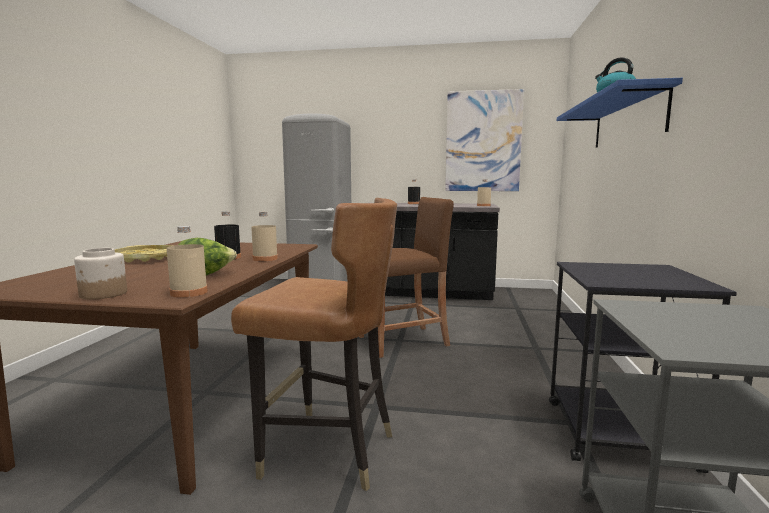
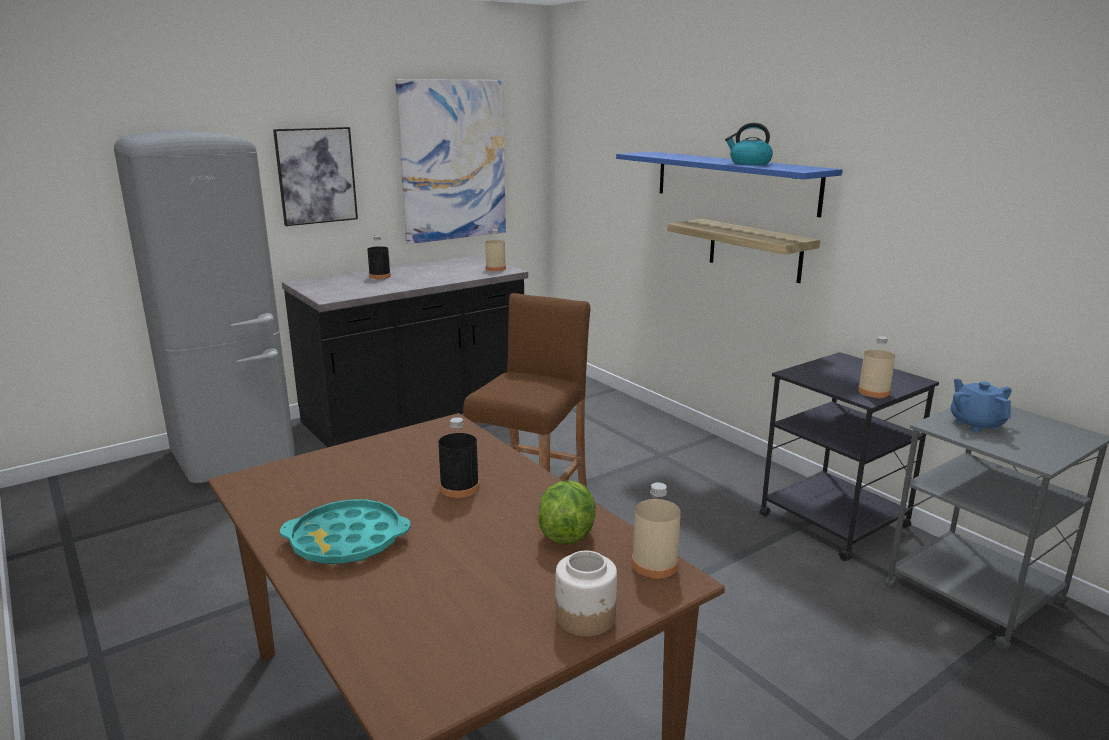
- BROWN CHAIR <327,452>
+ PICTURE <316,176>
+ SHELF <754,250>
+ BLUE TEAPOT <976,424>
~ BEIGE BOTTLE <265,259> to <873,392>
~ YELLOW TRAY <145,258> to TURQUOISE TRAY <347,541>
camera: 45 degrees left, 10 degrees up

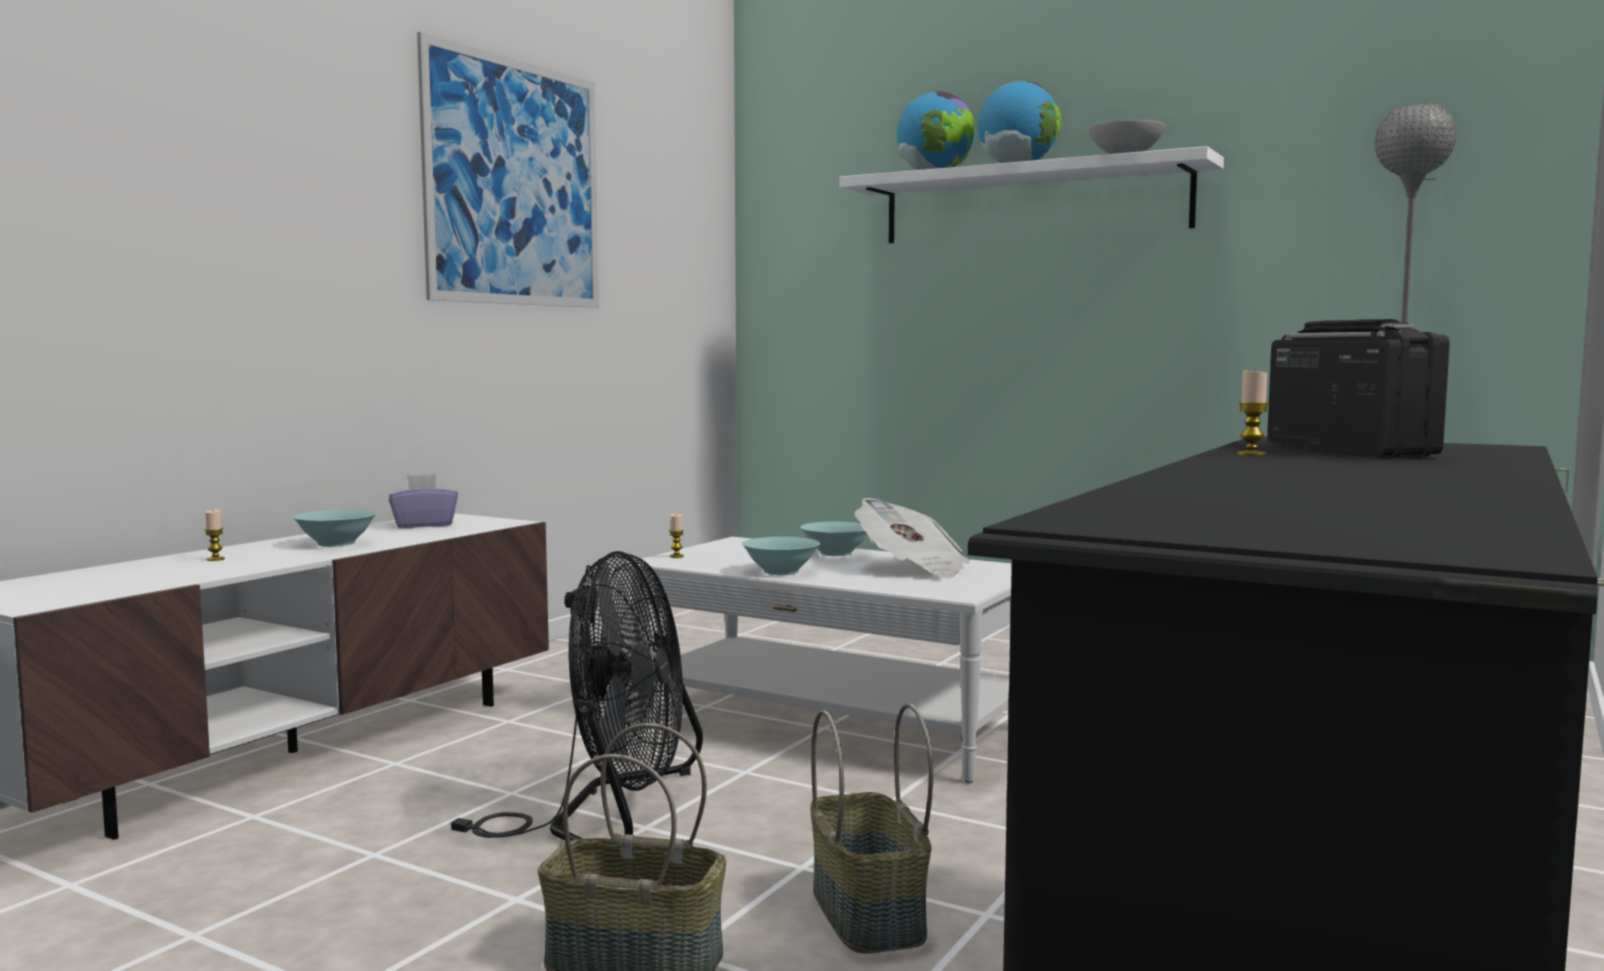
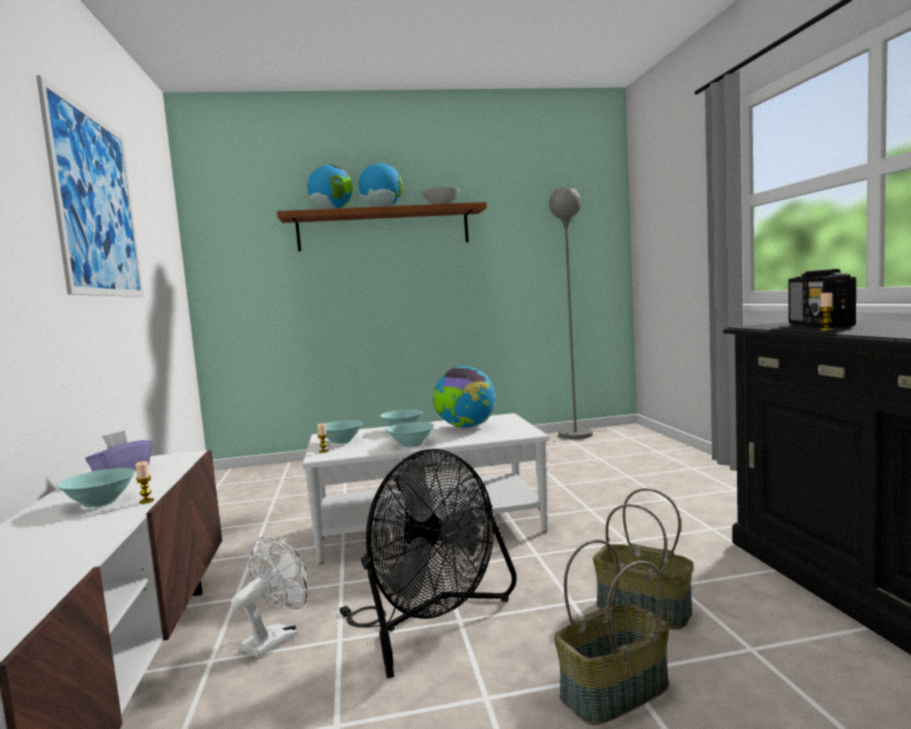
+ WHITE FAN <276,638>
+ TURQUOISE BOWL <341,441>
~ CANDLE <215,559> to <146,501>
~ NEWSPAPER <912,569> to GLOBE <466,427>
~ WHITE SHELF <1032,204> to BROWN SHELF <384,229>
~ BLACK FAN <604,816> = <425,625> 75 degrees clockwise
~ RADIO <1347,450> = <820,325> 120 degrees counterclockwise
camera: 40 degrees left, 0 degrees up

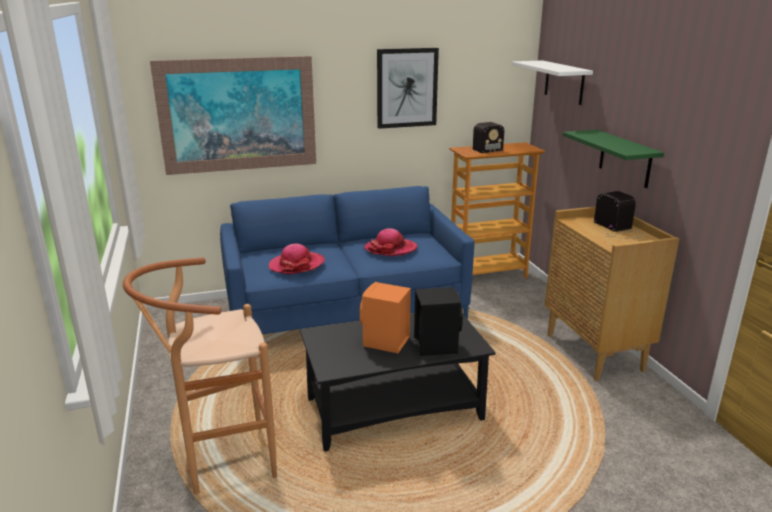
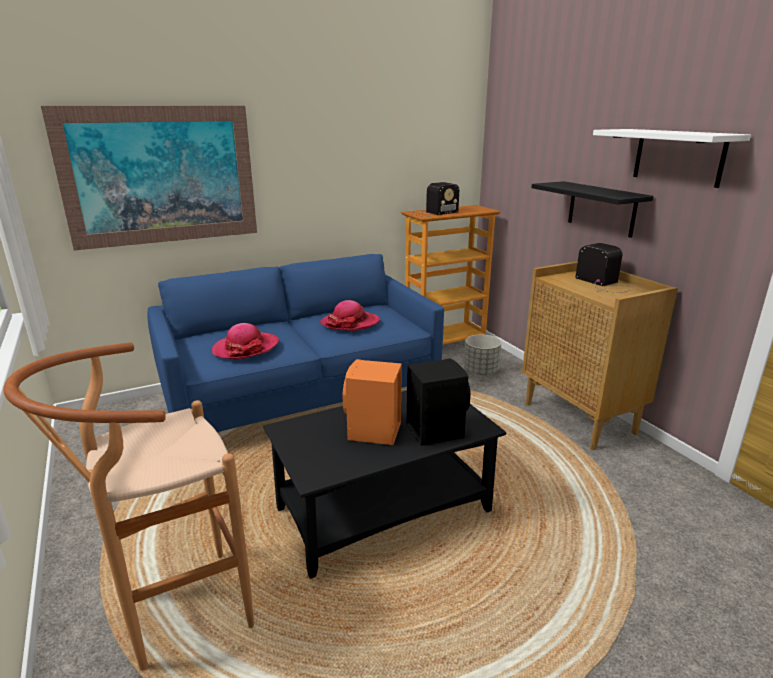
- PICTURE <407,88>
+ GREY PLANTER <481,371>
~ WHITE SHELF <564,82> to <678,157>
~ GREEN SHELF <625,158> to BLACK SHELF <601,208>
camera: 10 degrees left, 0 degrees up

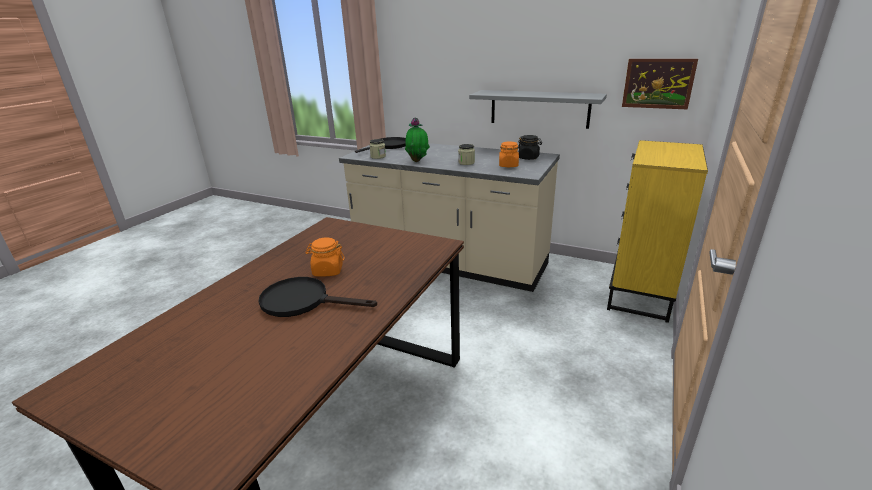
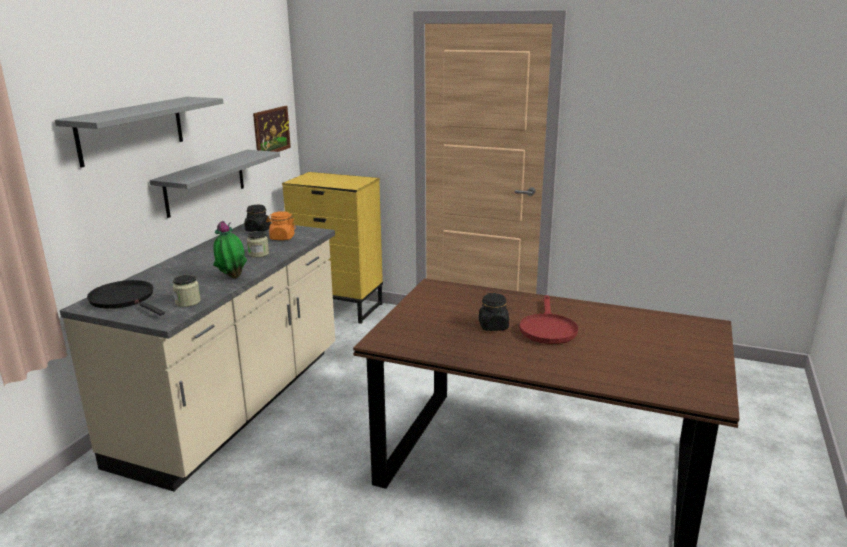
+ GREY SHELF <131,130>
~ BLACK FRYING PAN <304,301> to RED FRYING PAN <547,328>
~ ORANGE JAR <327,271> to BLACK JAR <493,326>
camera: 95 degrees left, 5 degrees down

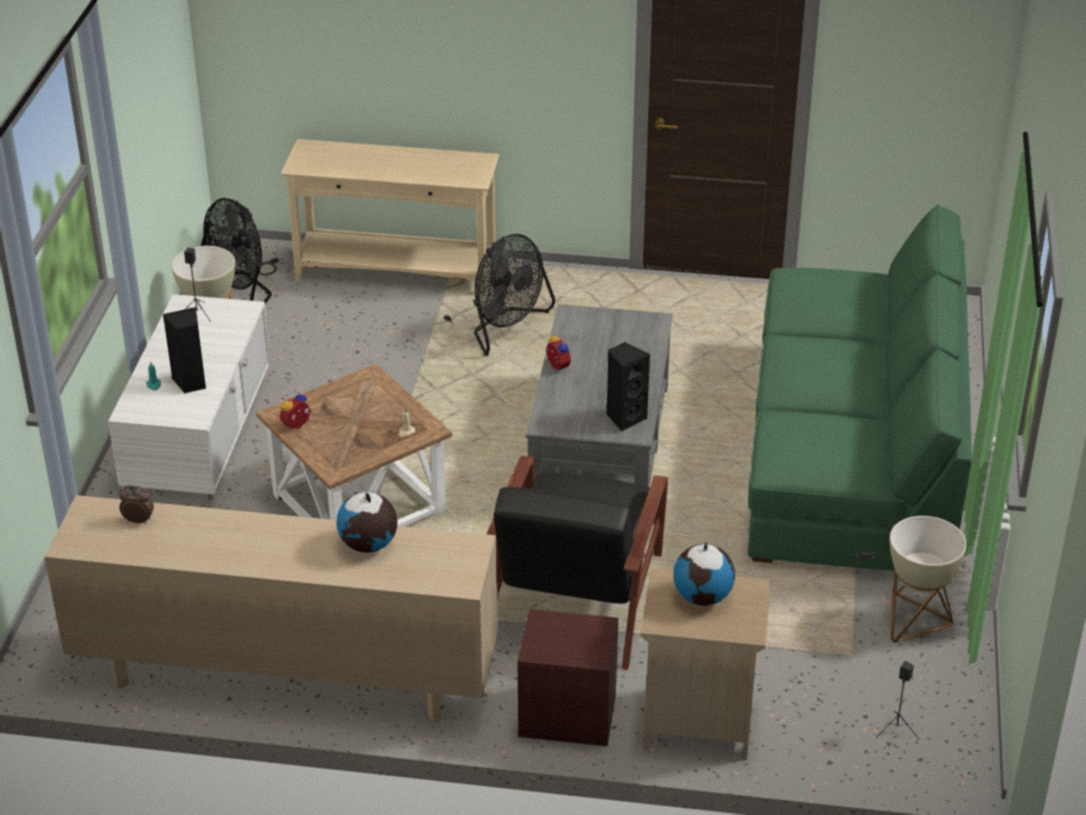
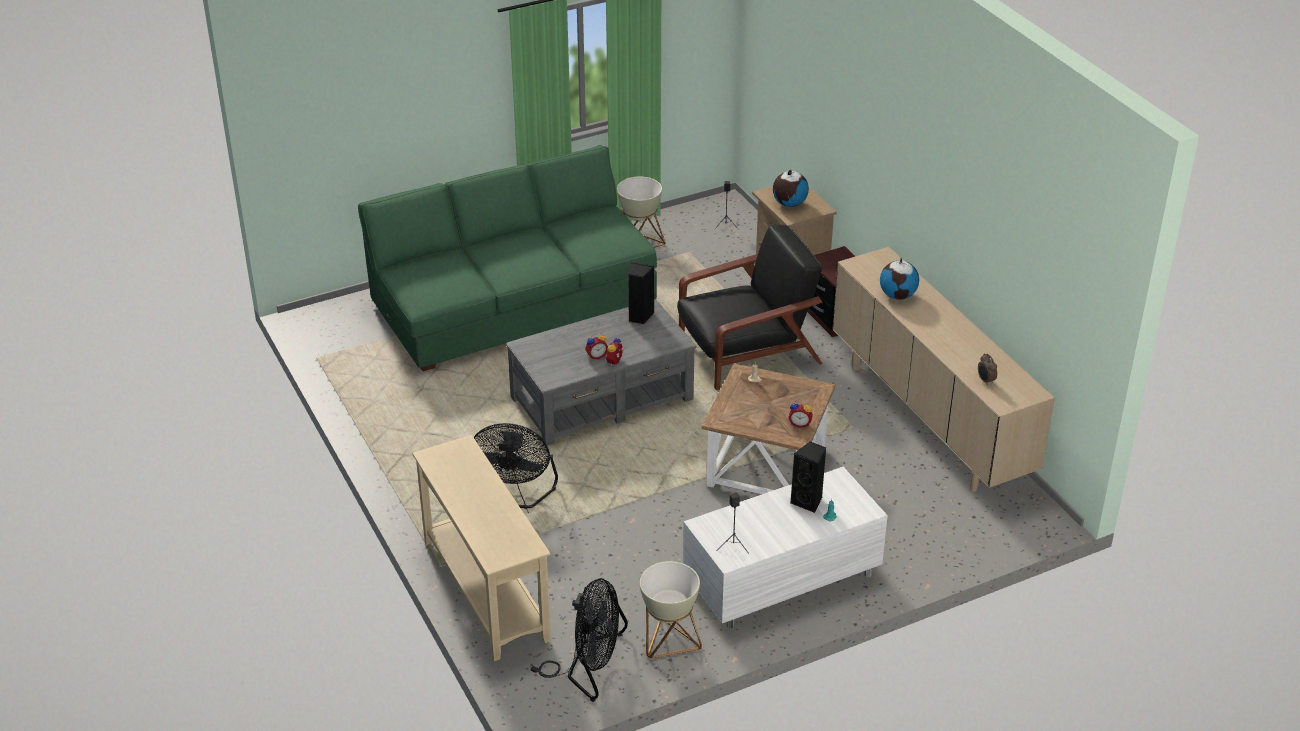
+ ALARM CLOCK <596,356>
camera: 125 degrees left, 0 degrees up

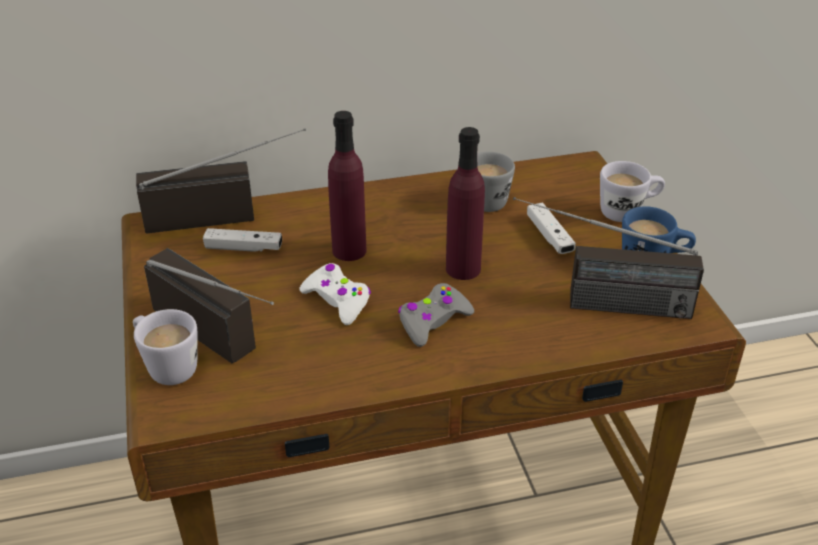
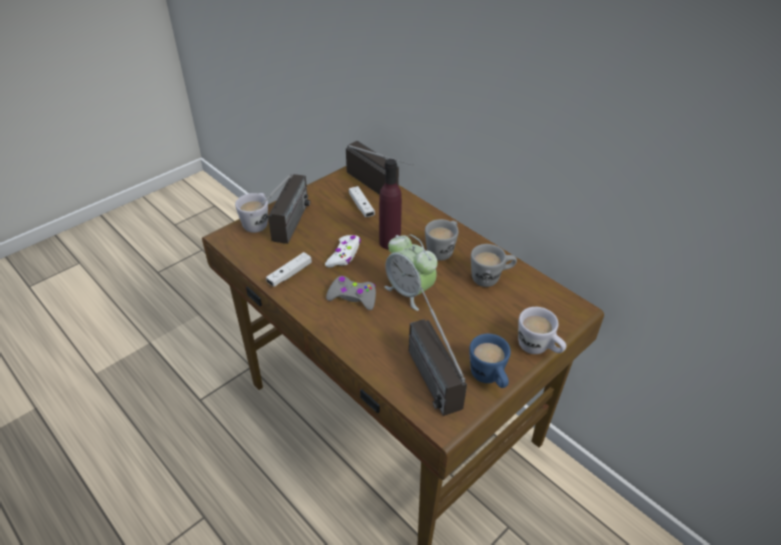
+ GREY MUG <442,250>
~ WHITE GAME CONTROLLER <549,236> to <290,274>
~ PURPLE BOTTLE <463,269> to ALARM CLOCK <409,292>
camera: 60 degrees right, 5 degrees up

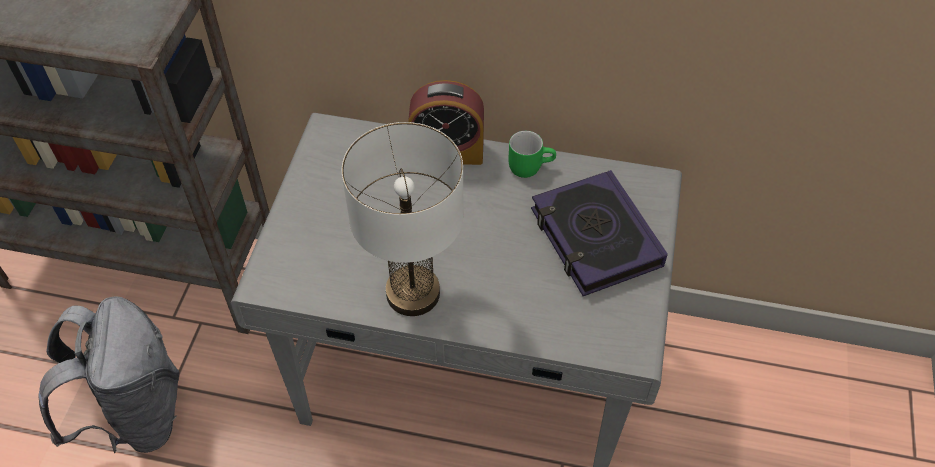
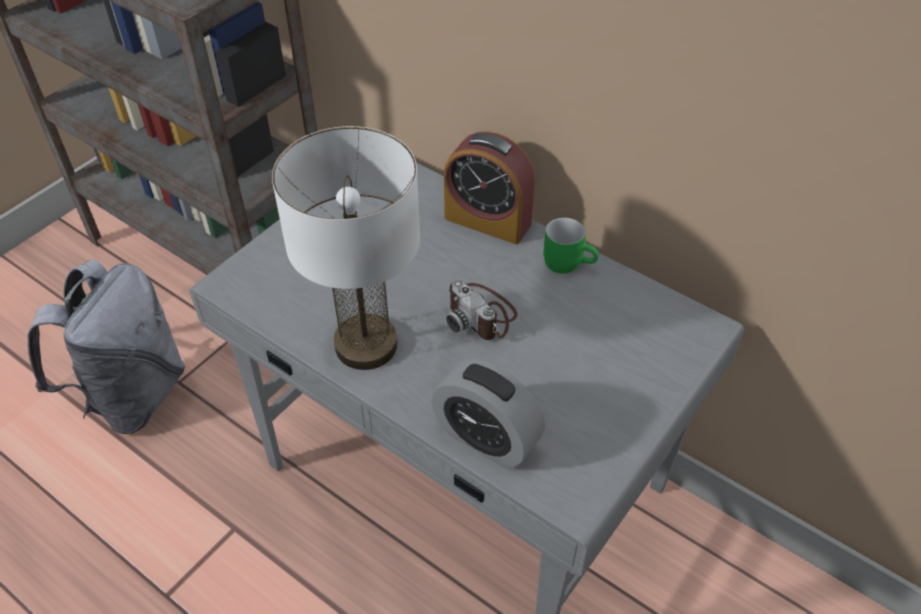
- BOOK <595,238>
+ ALARM CLOCK <486,438>
+ PHOTO CAMERA <481,314>
camera: 25 degrees right, 5 degrees down

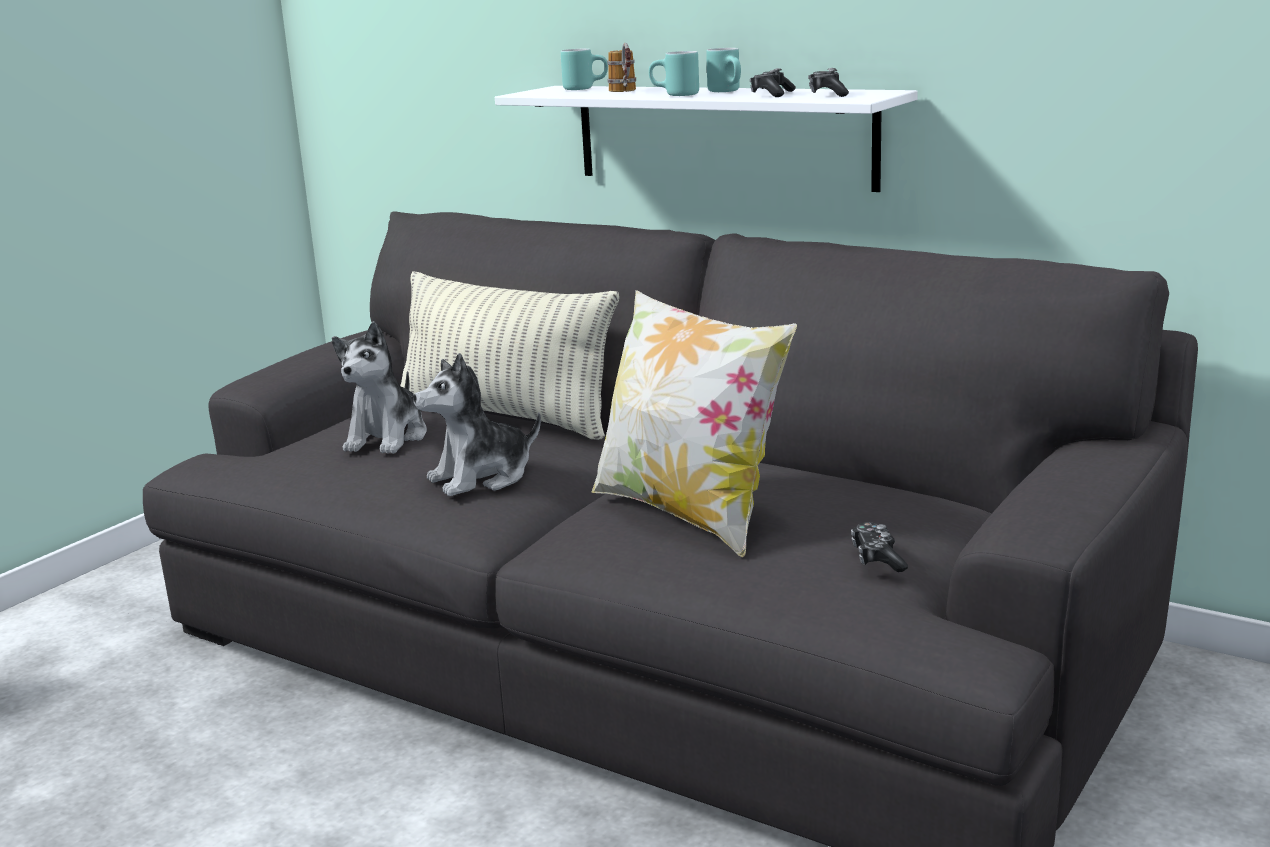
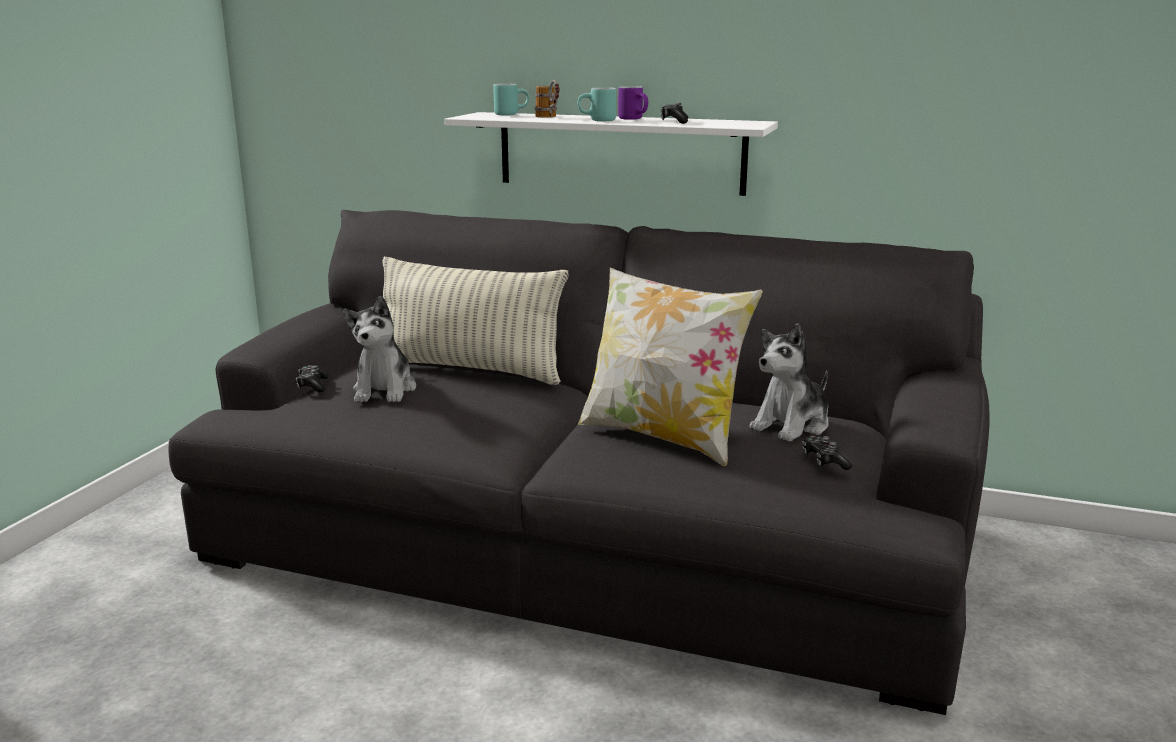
~ PLUSH TOY <481,478> to <792,425>
~ GAME CONTROLLER <827,94> to <312,386>
~ TURQUOISE MUG <729,91> to PURPLE MUG <635,119>
camera: 15 degrees left, 0 degrees up

